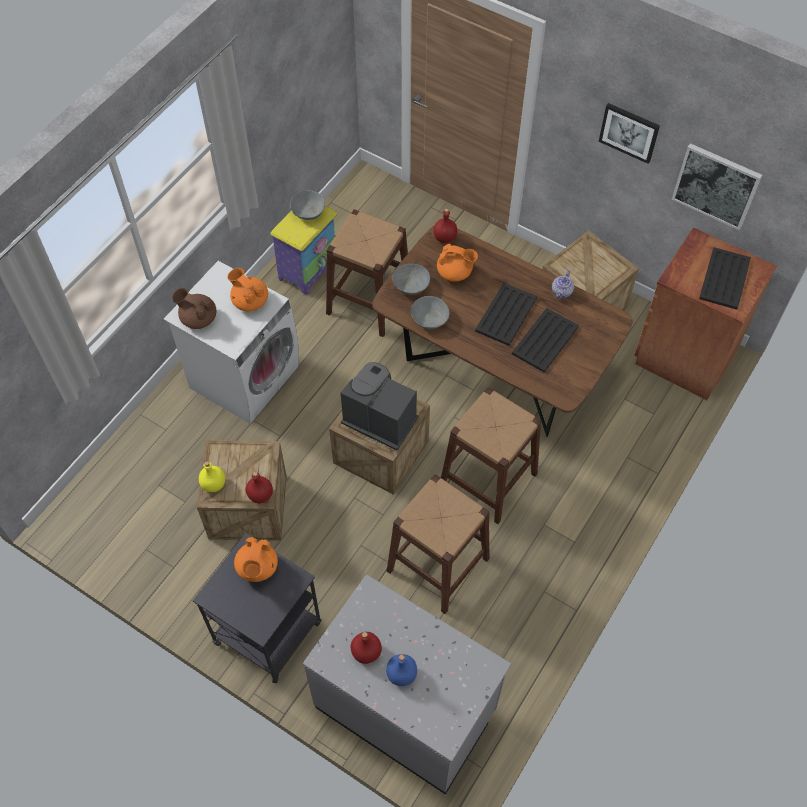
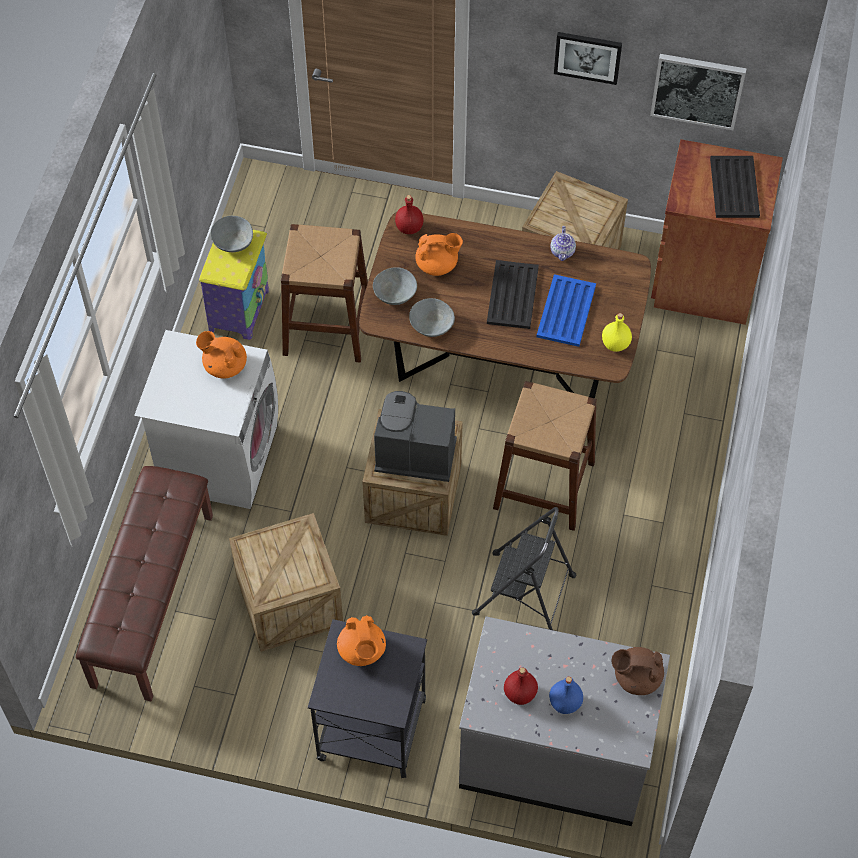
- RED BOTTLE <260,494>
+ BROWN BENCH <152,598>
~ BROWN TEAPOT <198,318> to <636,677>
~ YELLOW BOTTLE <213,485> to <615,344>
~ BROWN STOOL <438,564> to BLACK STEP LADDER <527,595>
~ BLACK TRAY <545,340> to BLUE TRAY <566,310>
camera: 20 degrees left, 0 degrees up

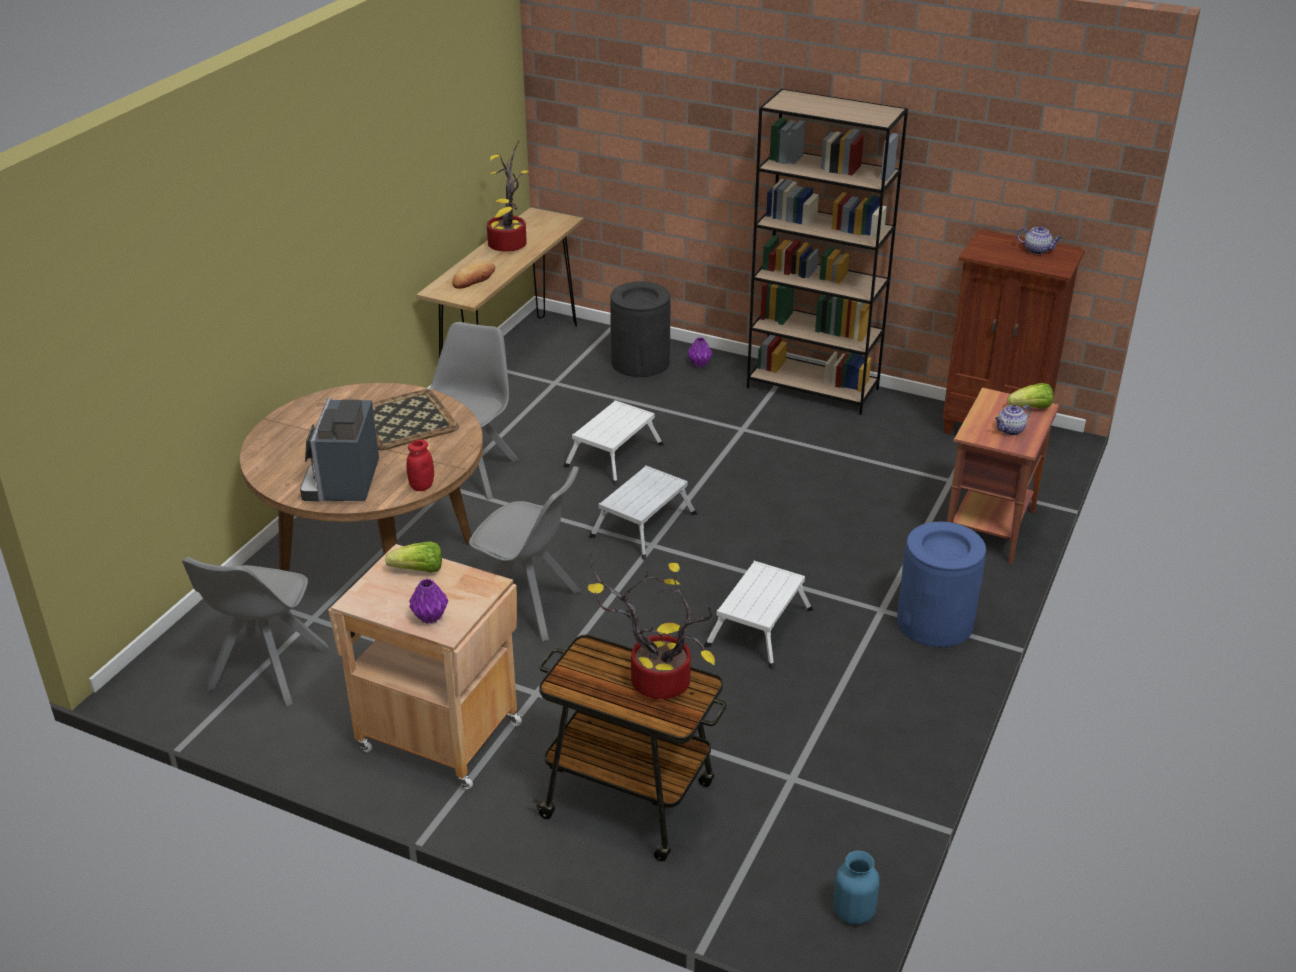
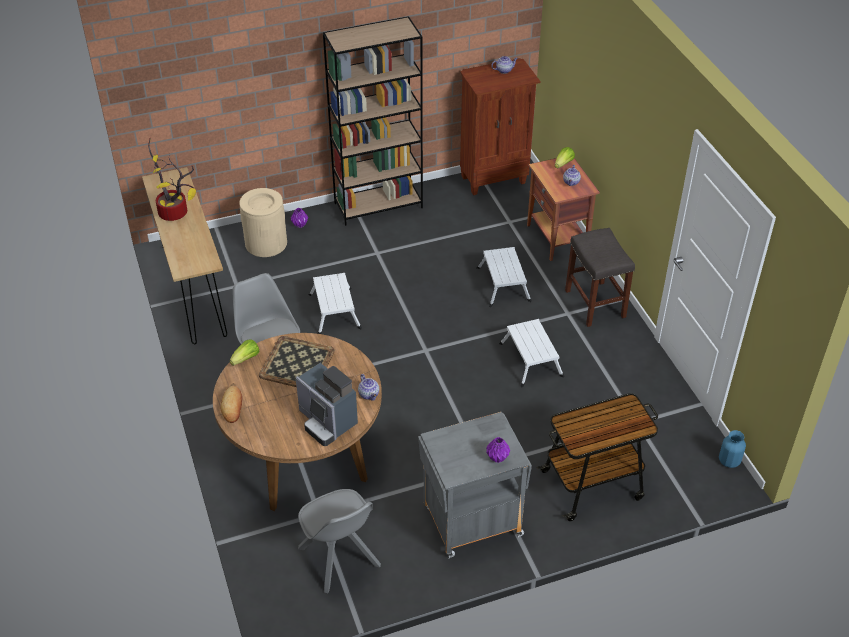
- GREY CHAIR <527,606>
- POTTED PLANT <654,682>
~ LETTUCE <419,570> to <246,359>
~ BREAD <474,279> to <232,406>
~ WHITE STEP LADDER <644,525> to <503,284>
~ RED JAR <422,486> to TEAPOT <369,394>
~ BLUE TRASH CAN <935,622> to GREY STOOL <596,304>
~ BROWN CART <437,735> to GREY CART <471,522>
~ BLACK TRASH CAN <640,362> to BEIGE TRASH CAN <266,243>
camera: 45 degrees left, 10 degrees up

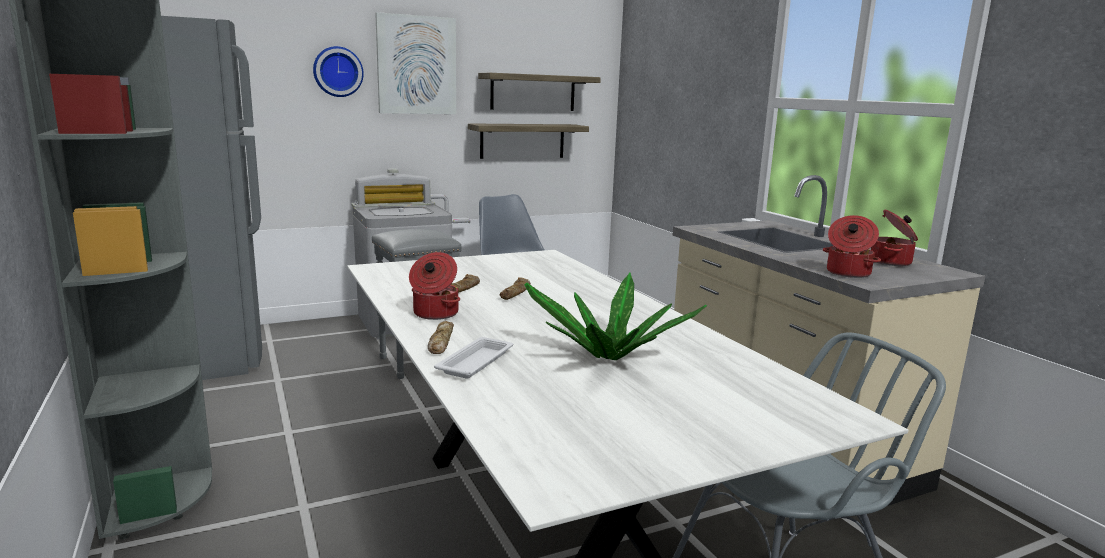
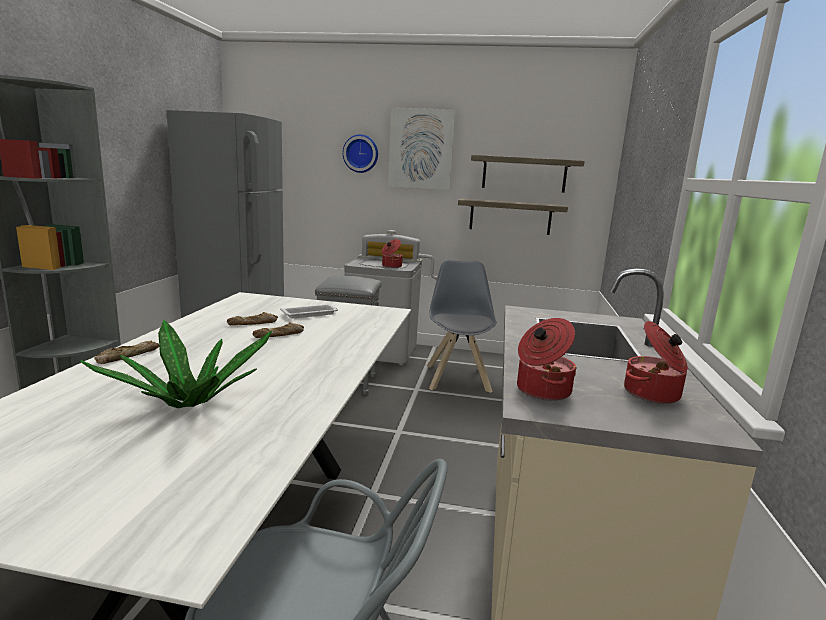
~ COOKING POT <434,314> to <391,266>
~ WHITE TRAY <476,362> to <310,314>
camera: 35 degrees right, 0 degrees up

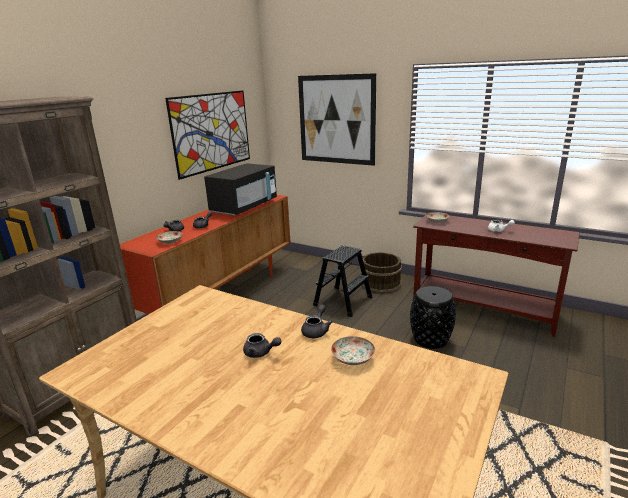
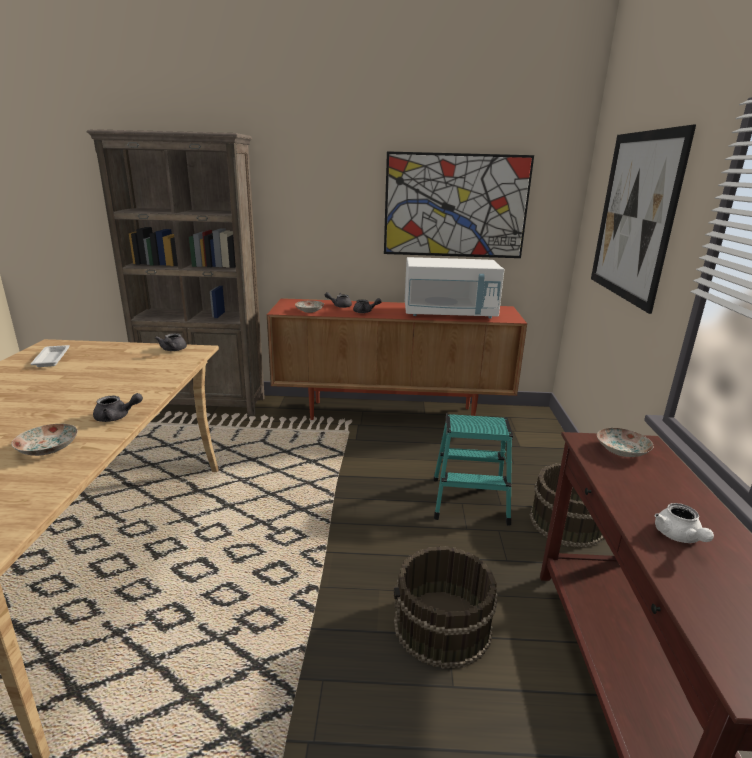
+ WHITE TRAY <52,358>
~ GREY TEAPOT <260,353> to <173,350>
~ BLACK STOOL <430,339> to BROWN BUCKET <442,627>
~ BLACK MICROWAVE <244,207> to WHITE MICROWAVE <449,314>
~ BLACK STEP LADDER <343,301> to TURQUOISE STEP LADDER <470,499>
camera: 60 degrees right, 0 degrees up

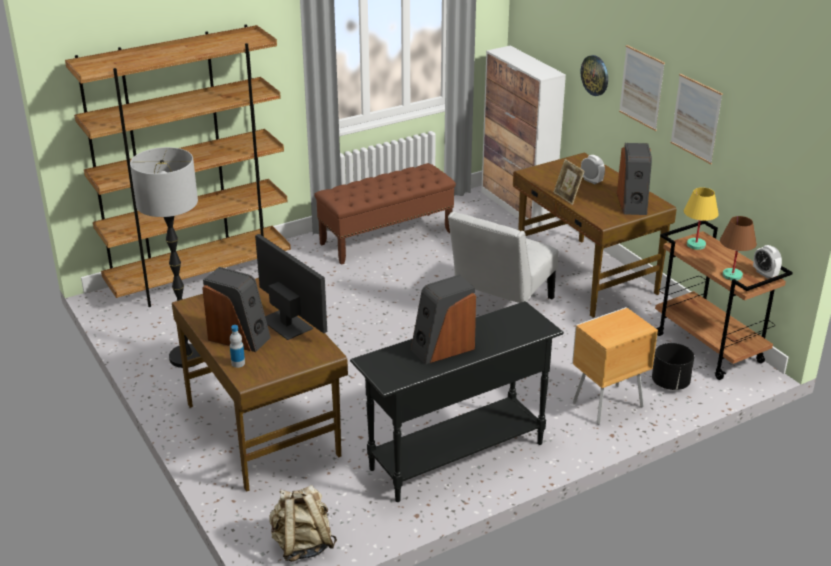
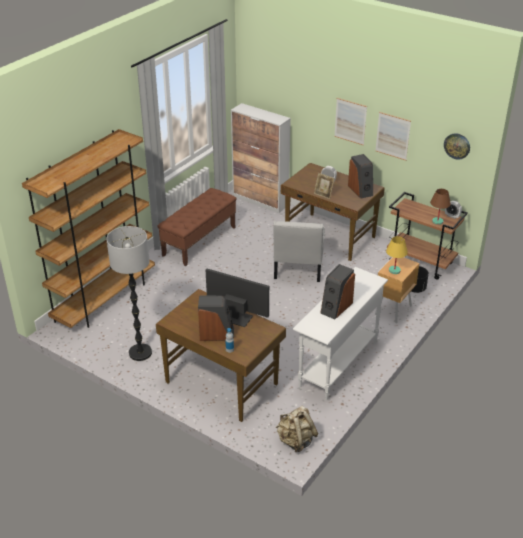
~ WALL CLOCK <595,75> to <457,146>
~ YELLOW TABLE LAMP <696,245> to <394,270>
~ BLACK CONSOLE TABLE <456,456> to WHITE CONSOLE TABLE <338,364>
camera: 25 degrees left, 5 degrees up

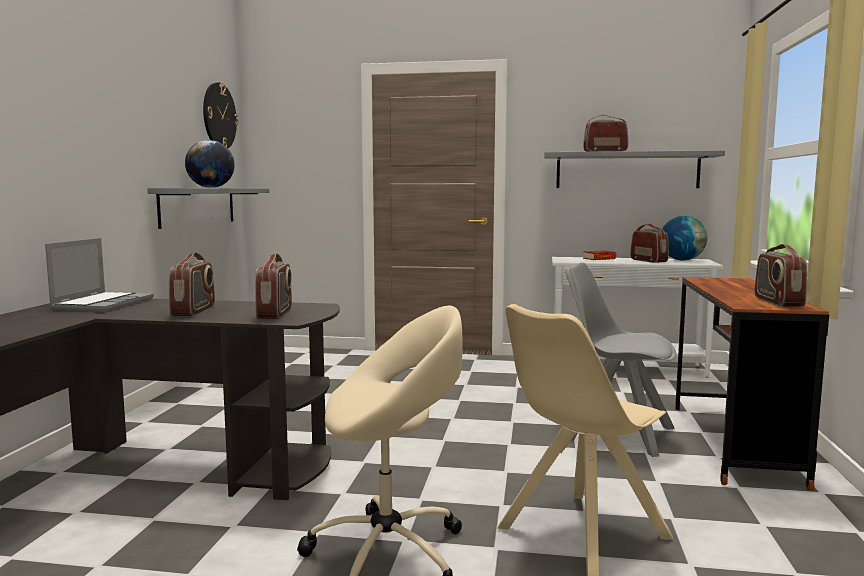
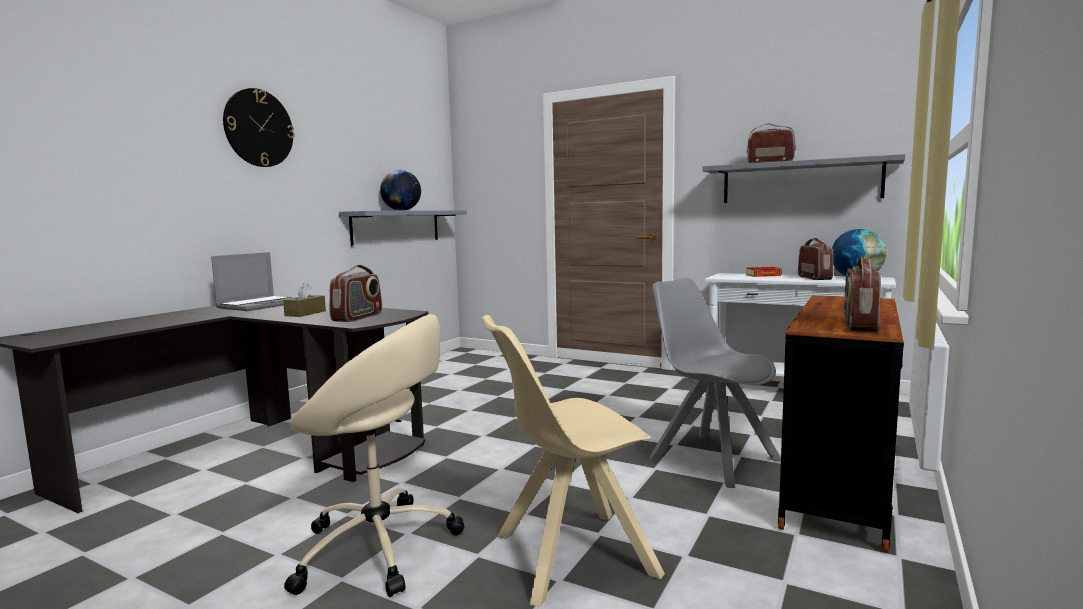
~ WALL CLOCK <219,116> to <258,128>
~ RADIO <194,311> to BROWN TISSUE BOX <305,313>
camera: 20 degrees right, 0 degrees up

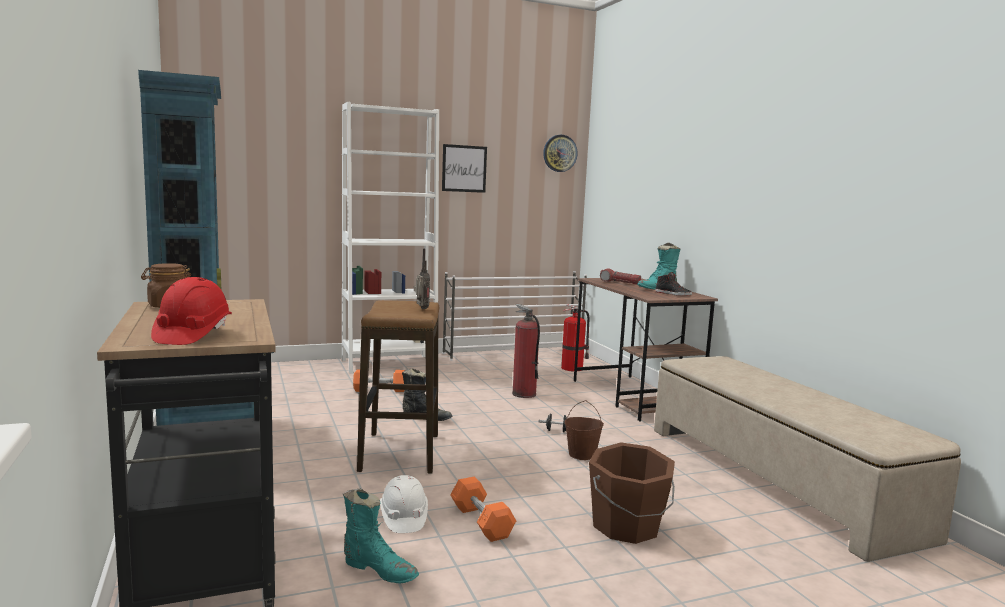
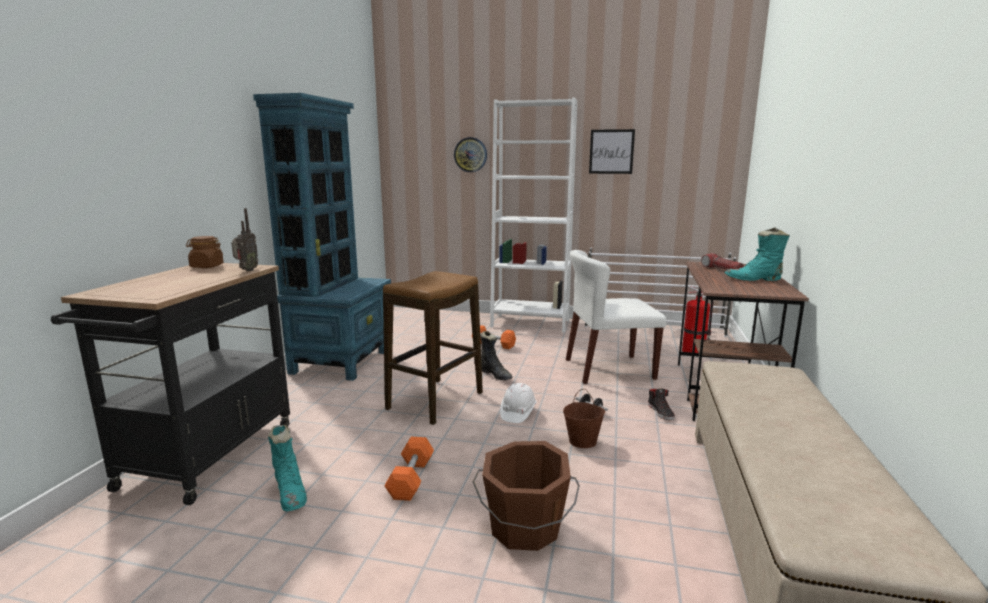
- RED HARD HAT <192,335>
~ WHITE HARD HAT <403,518> to <517,413>
~ RADIO <421,309> to <246,271>
~ WALL CLOCK <559,153> to <470,154>
~ BLACK SHOE <673,294> to <661,412>
~ FIRE EXTINGUISHER <523,394> to WHITE CHAIR <608,369>
camera: 35 degrees right, 5 degrees up

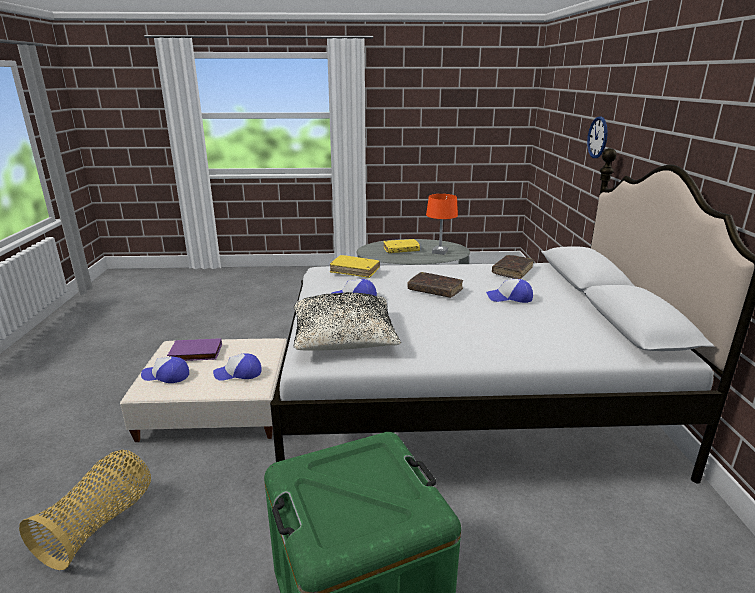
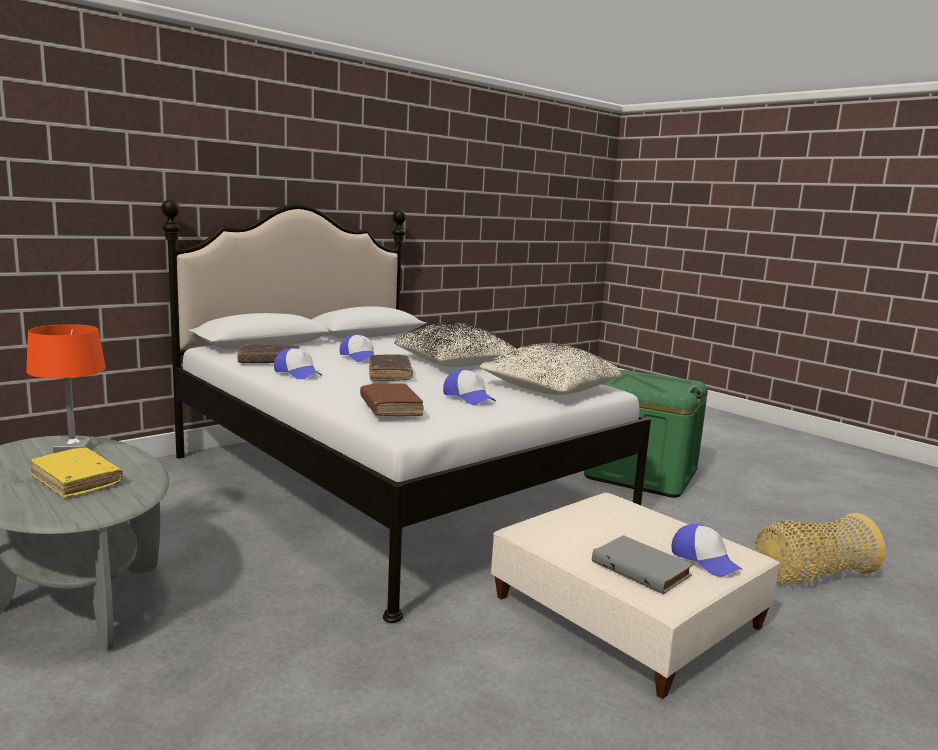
- WALL CLOCK <597,137>
+ BEIGE PILLOW <455,362>
~ CAP <238,373> to <298,373>
~ PURPLE BOOK <195,353> to GREY BOOK <642,568>
~ YELLOW BOOK <355,271> to BROWN BOOK <390,408>
camera: 130 degrees left, 10 degrees down

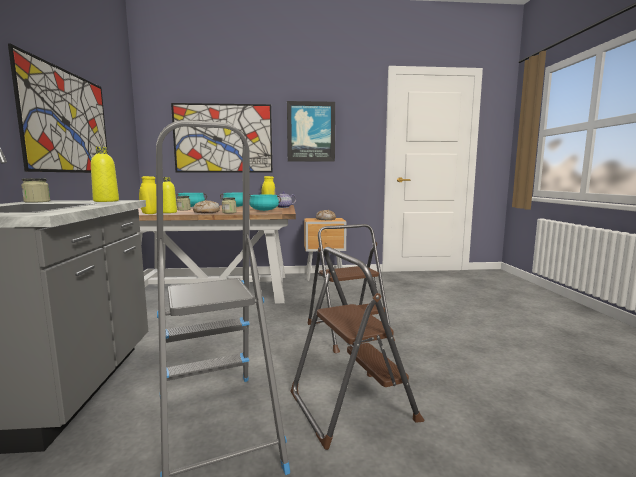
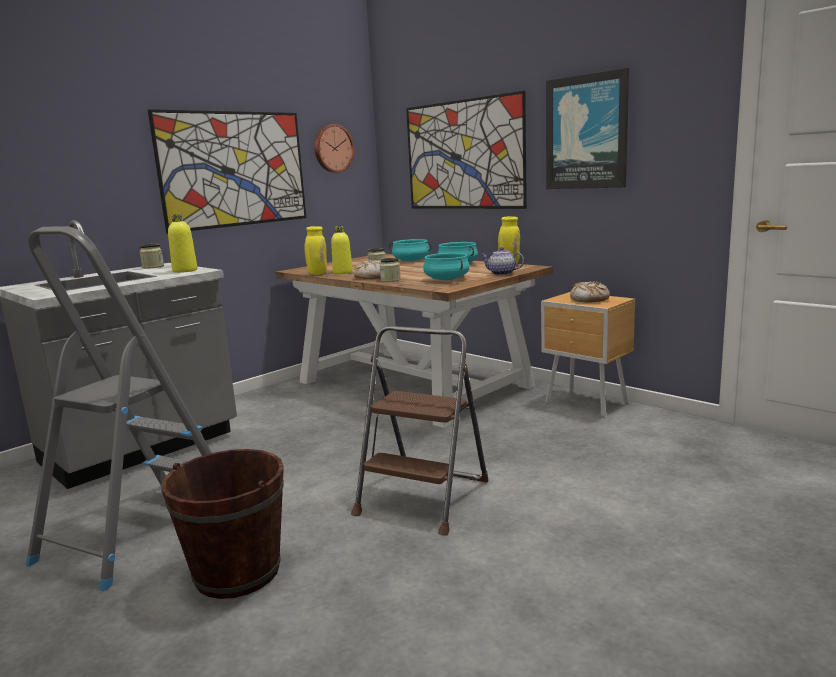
+ WALL CLOCK <332,148>
~ BROWN STEP LADDER <347,406> to BROWN BUCKET <237,572>
camera: 50 degrees right, 5 degrees up

